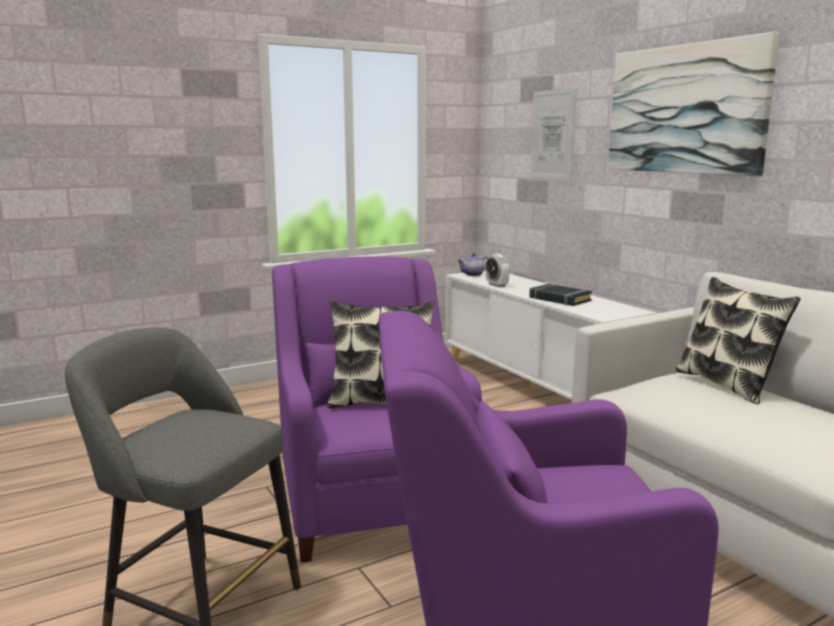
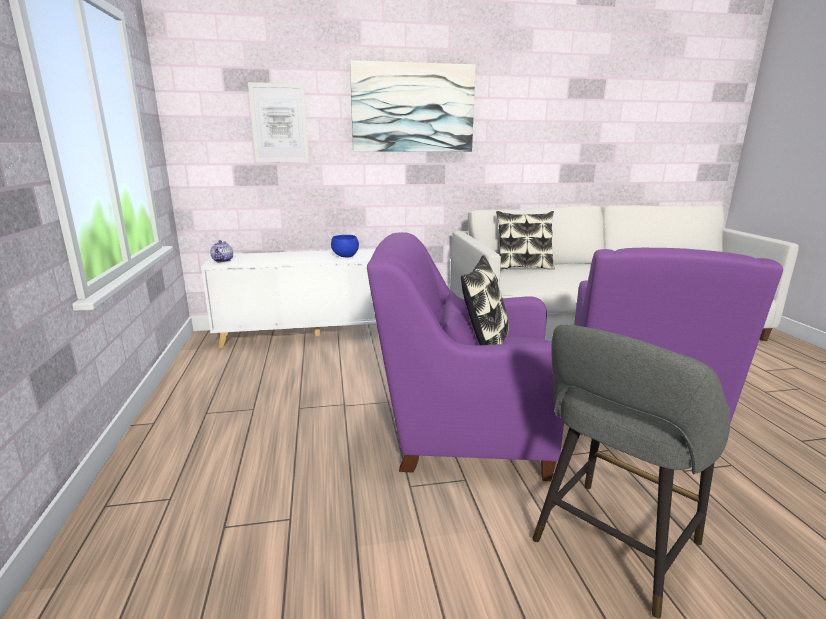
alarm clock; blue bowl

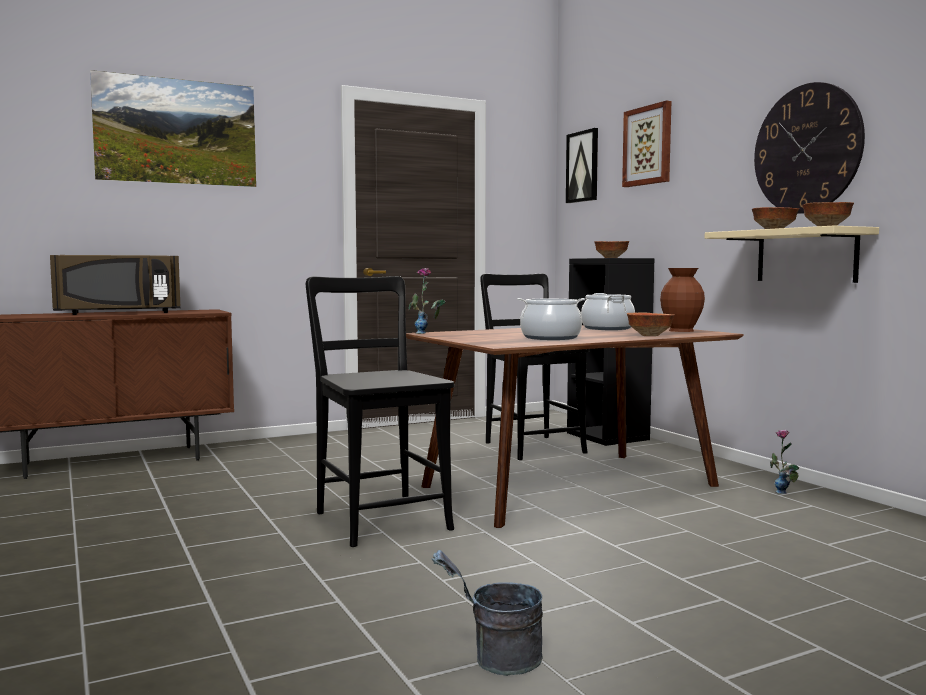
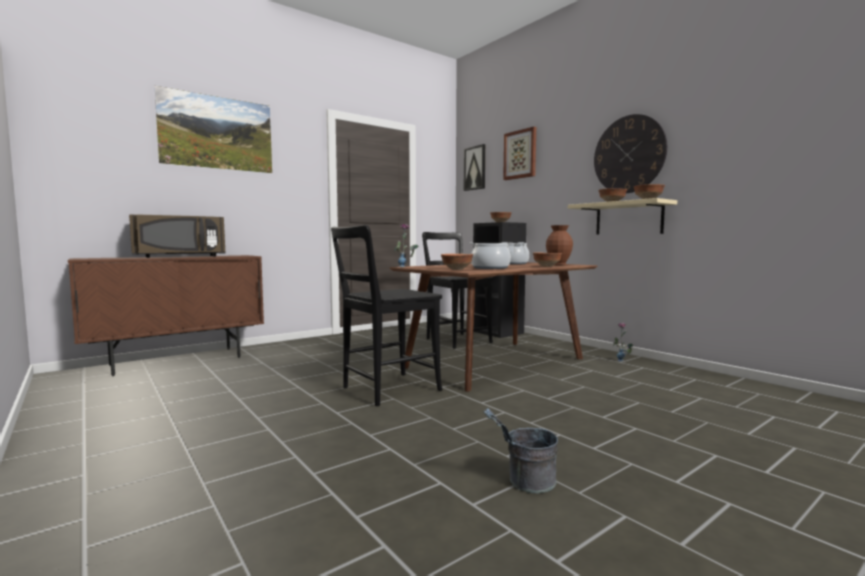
bowl (1st from left); black chair (1st from left)

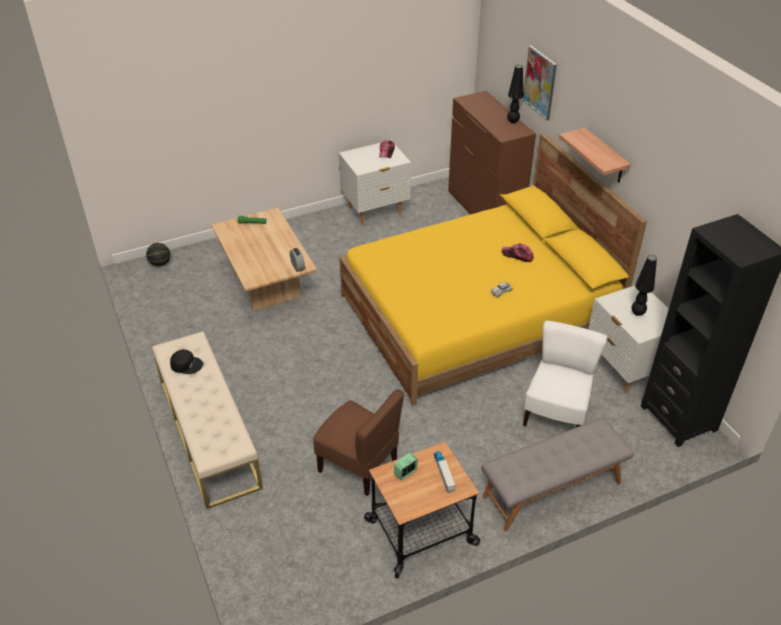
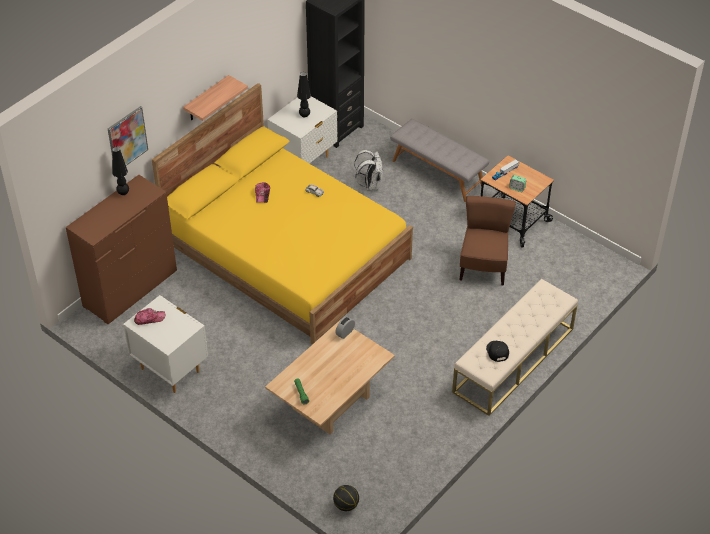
white backpack

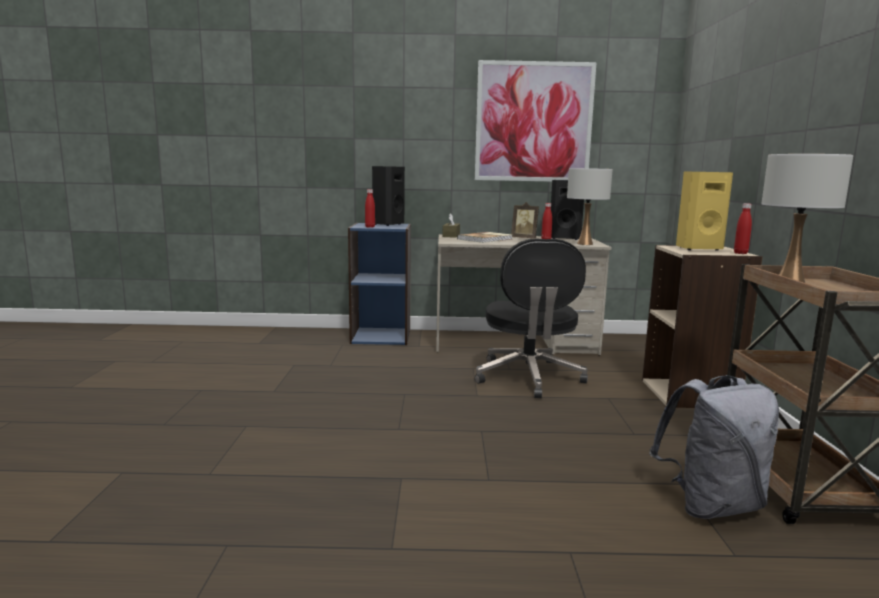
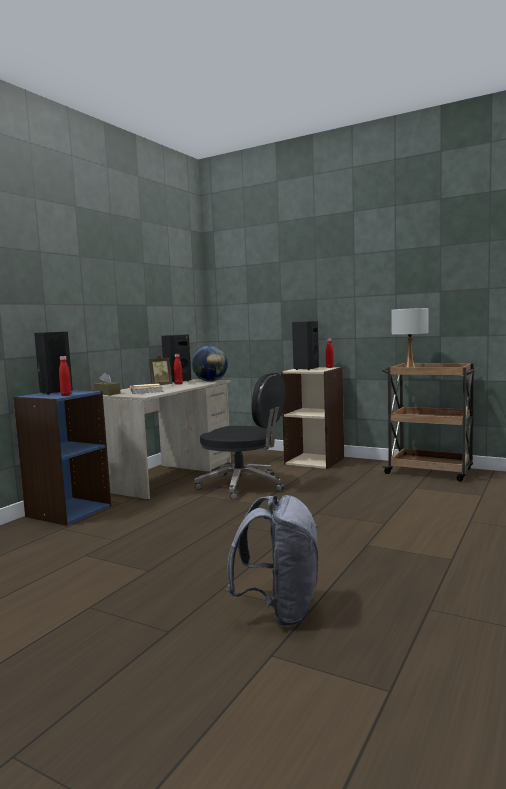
picture; grey backpack; globe; black speaker (3rd from left)

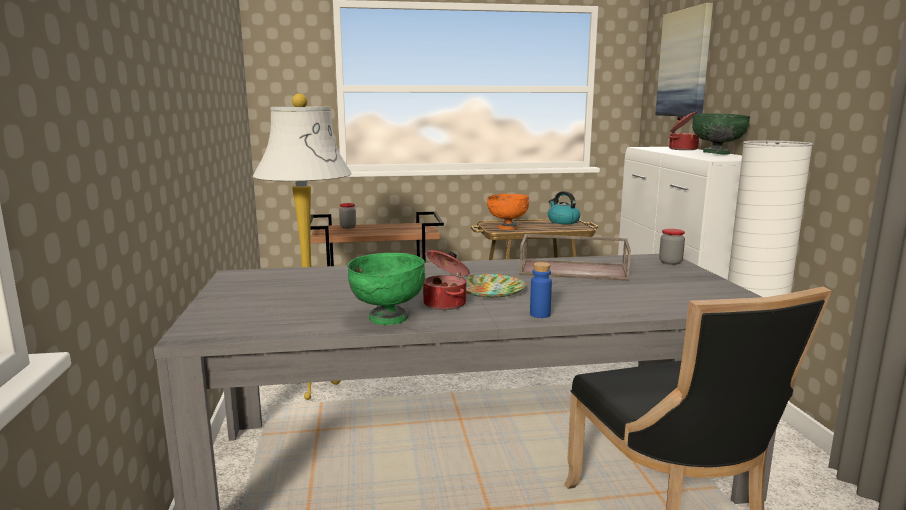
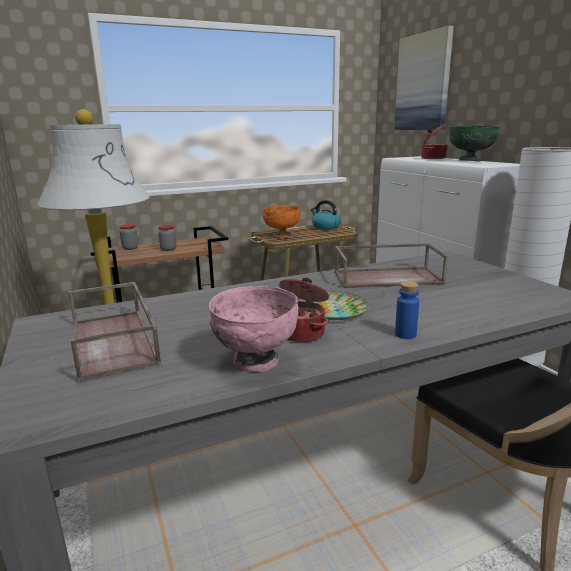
brown tray (1st from left); jar (2nd from left); pink bowl

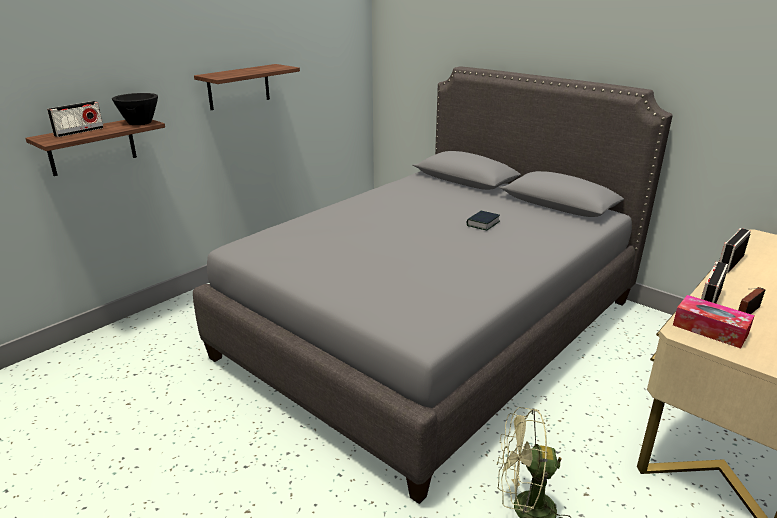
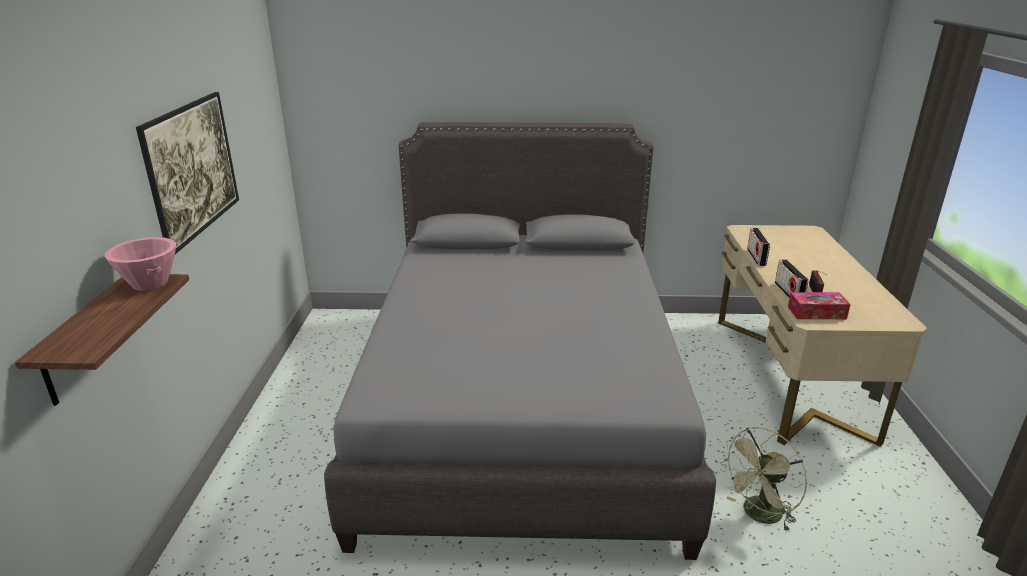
radio (1st from left in the first image); book; picture; pink bowl

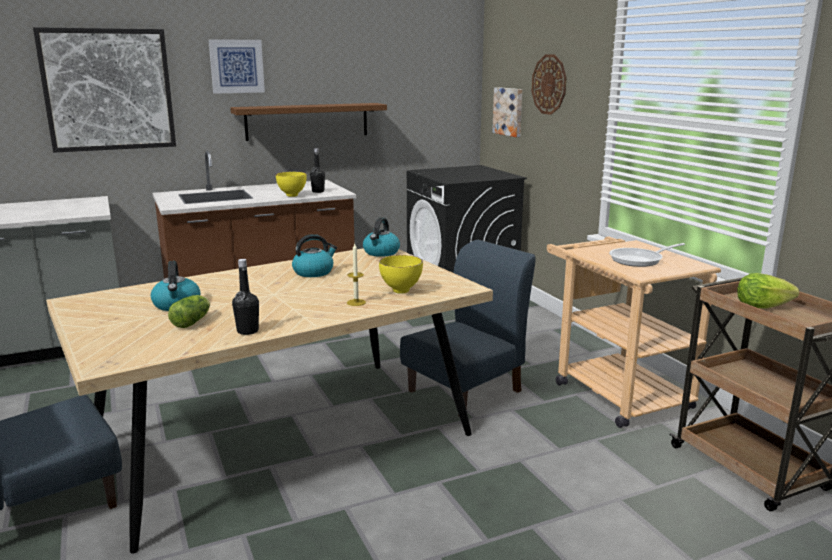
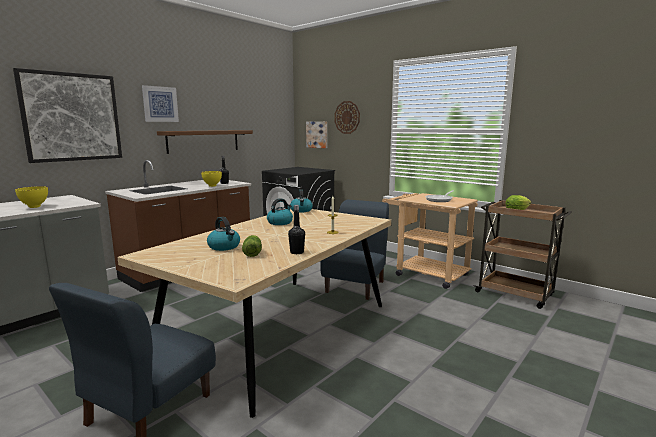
yellow bowl (1st from left)

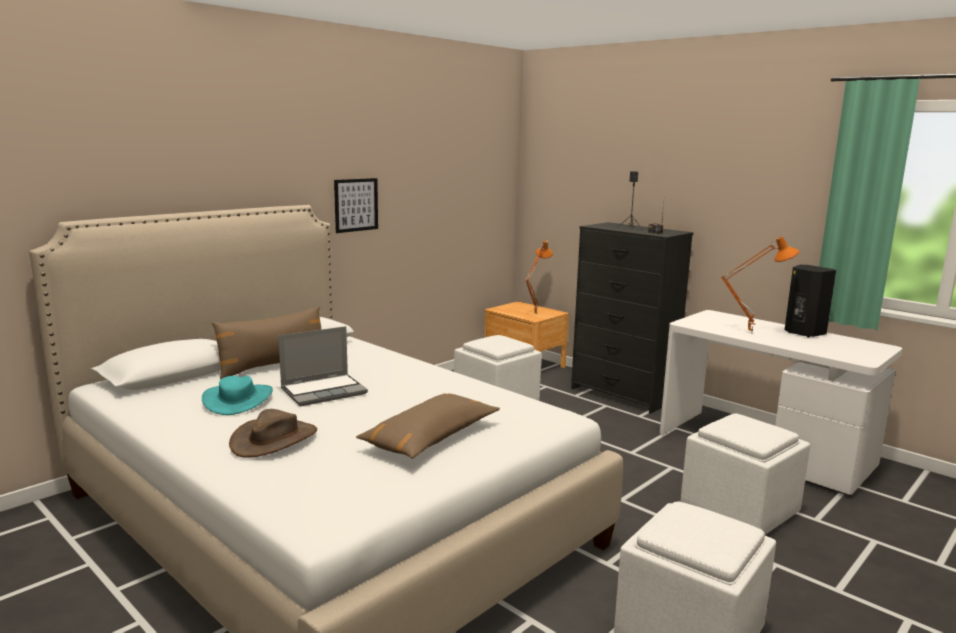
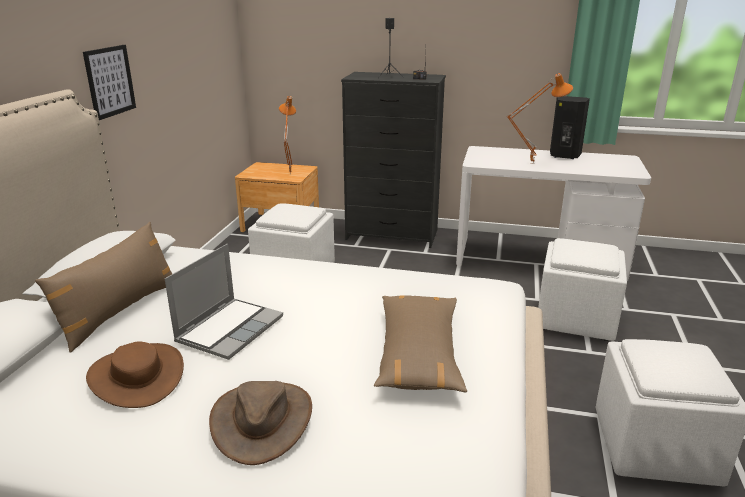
brown hat (1st from left)

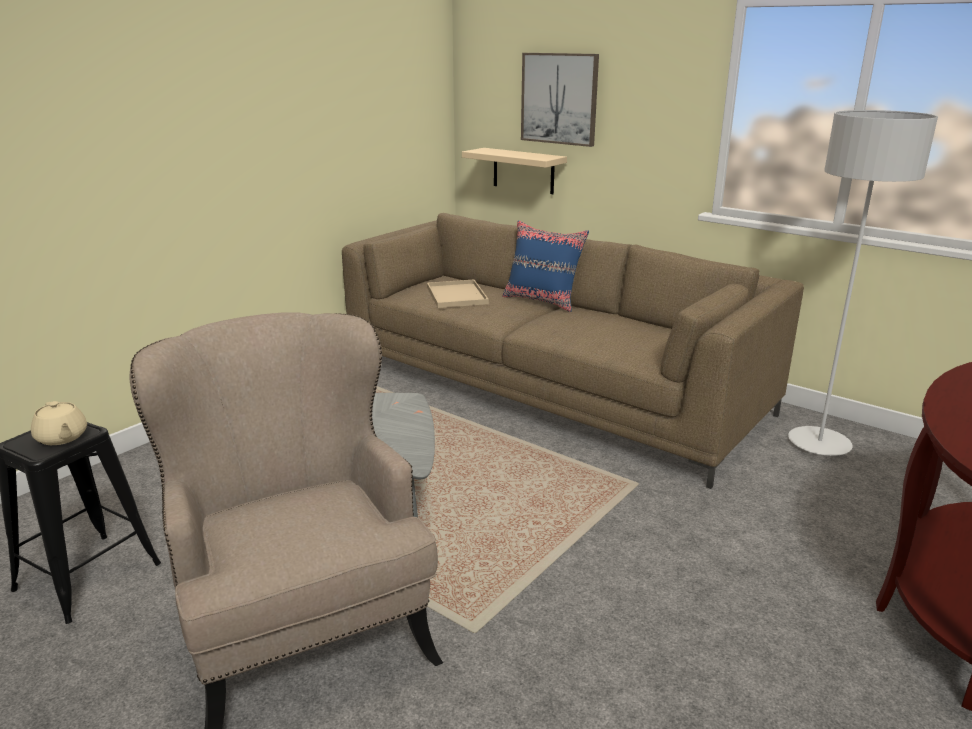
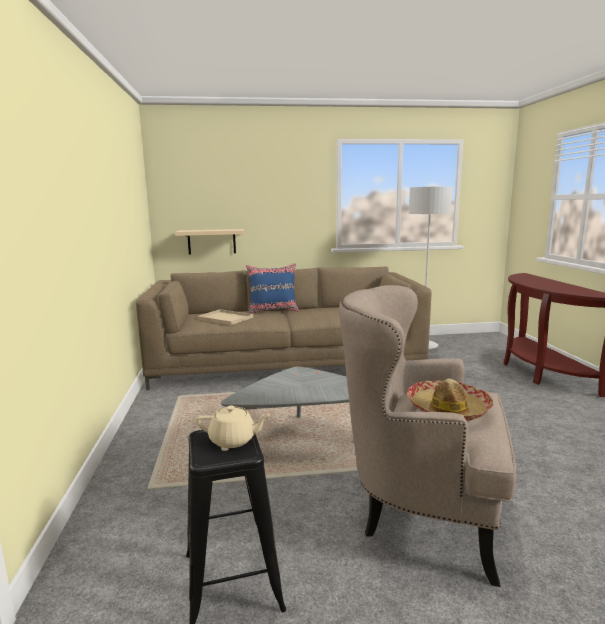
picture; hat

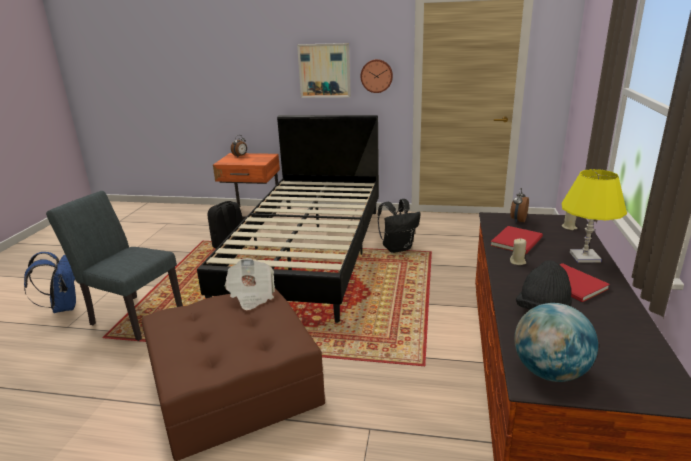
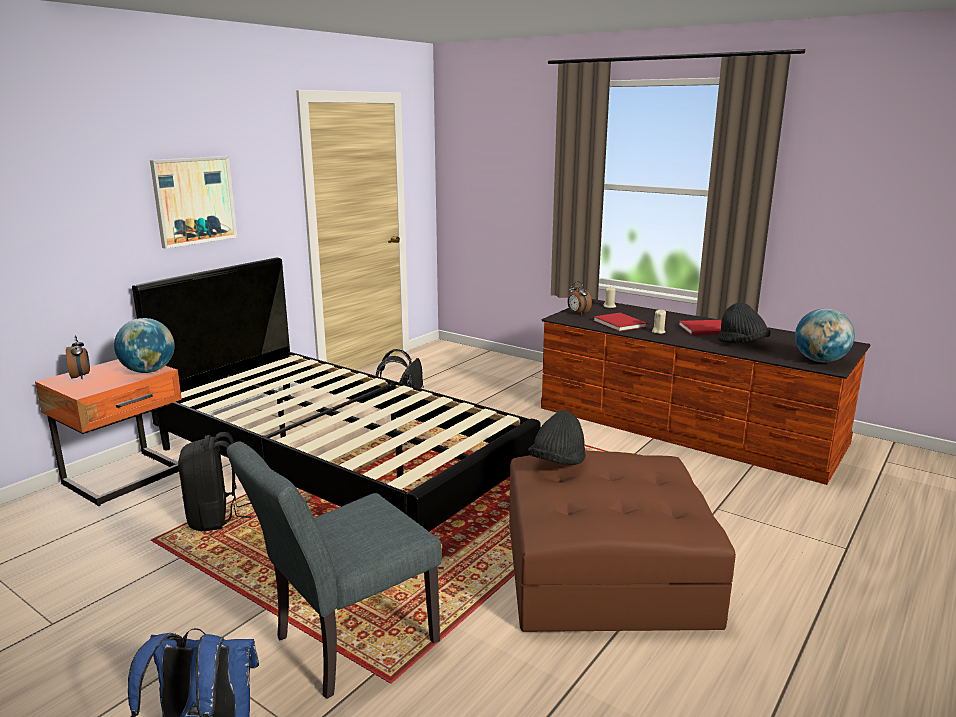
wall clock; yellow table lamp; globe (1st from left); black hat (1st from left)

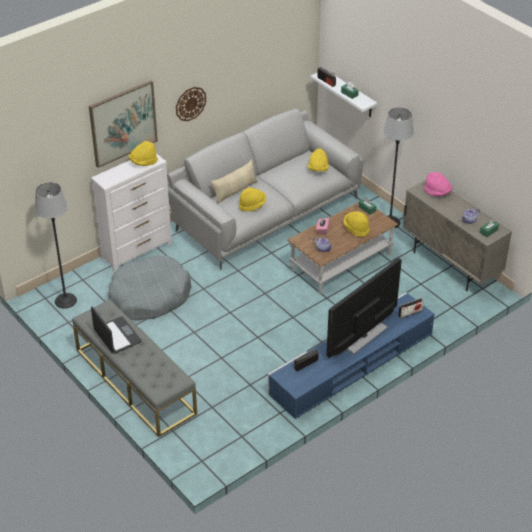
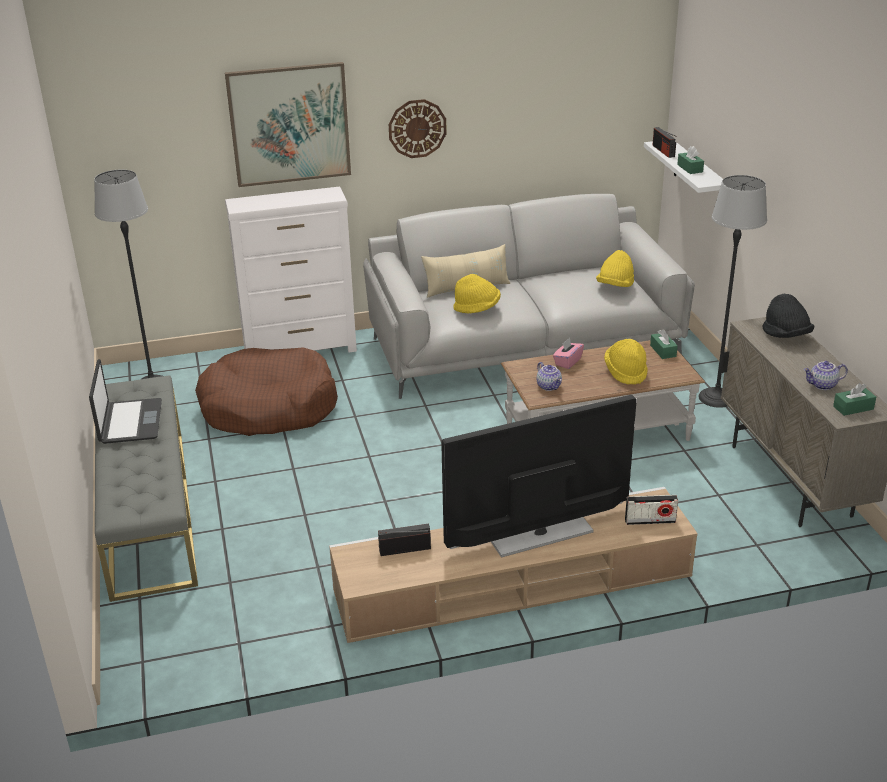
yellow hat (1st from left in the first image); brown dog bed; beige tv stand; black hat

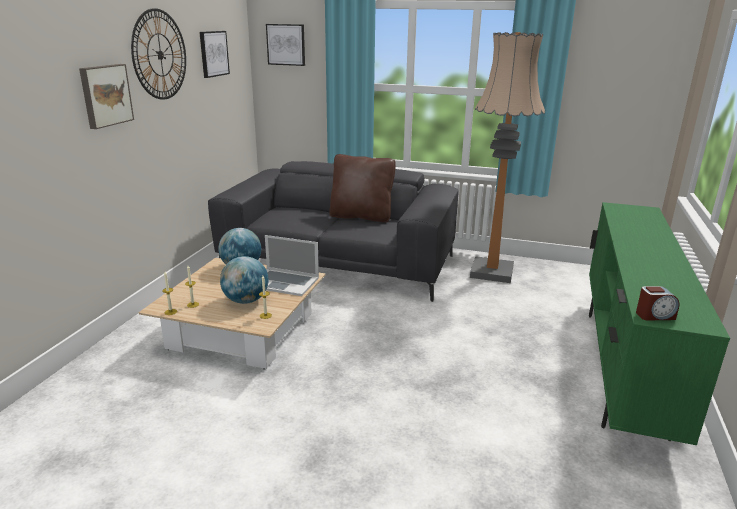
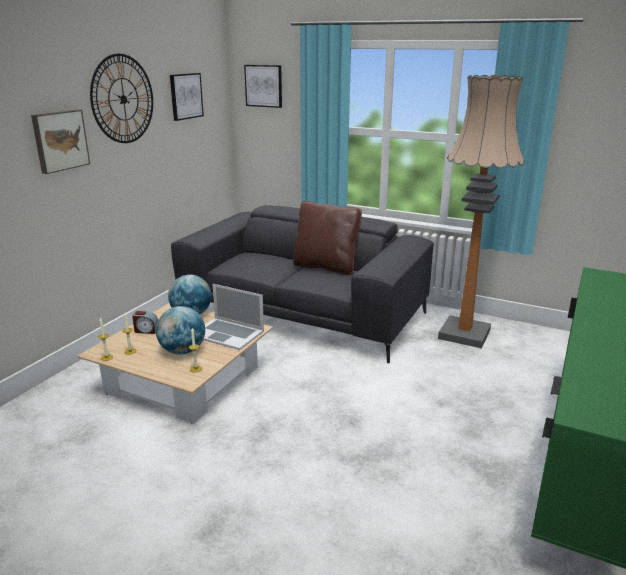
alarm clock

